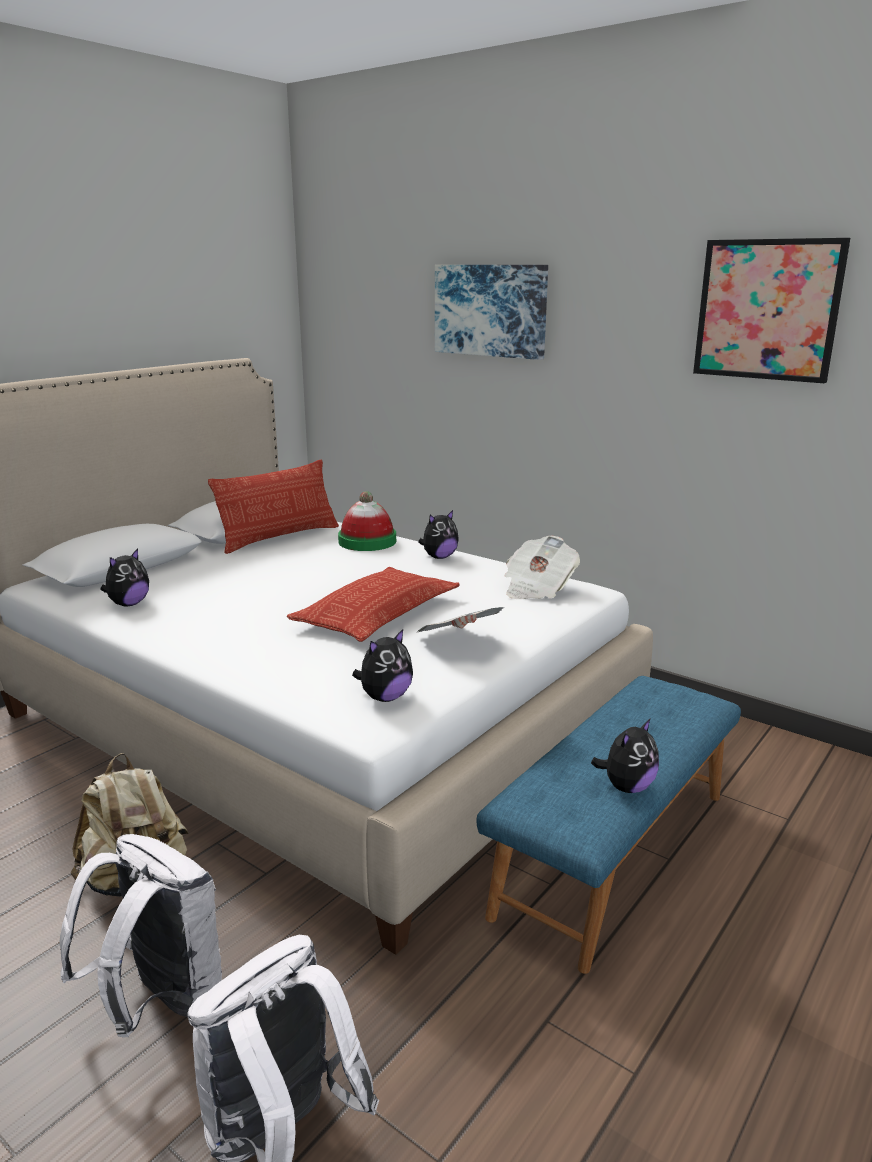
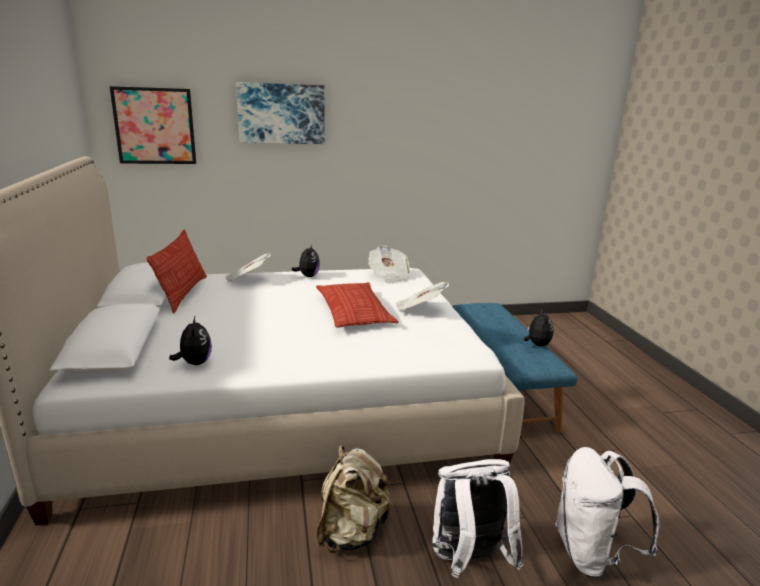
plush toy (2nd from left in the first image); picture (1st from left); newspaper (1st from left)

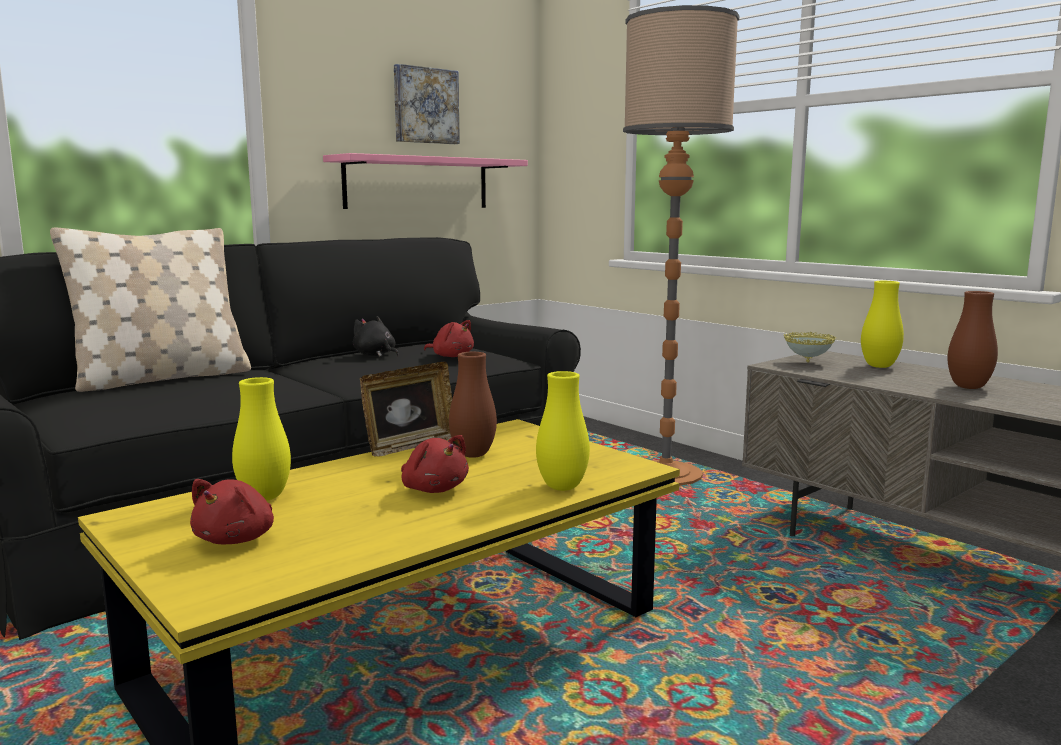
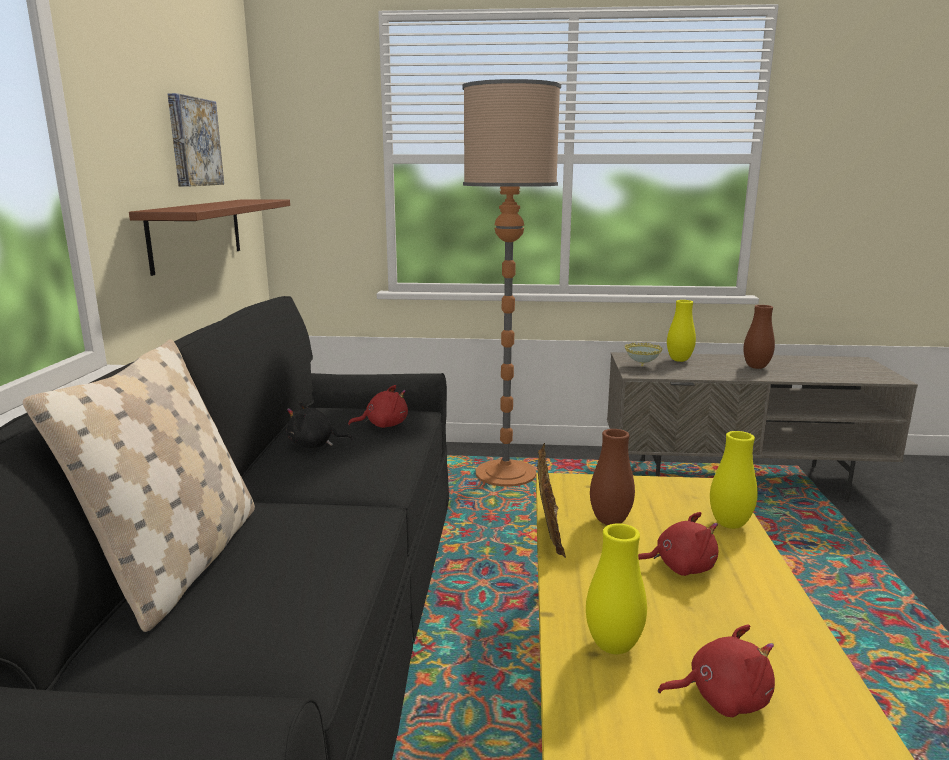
brown shelf; red plush toy (3rd from left)

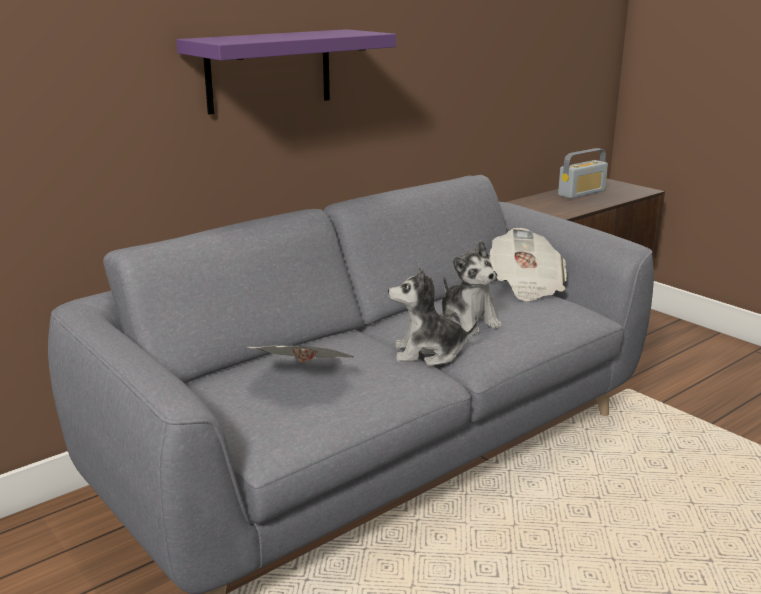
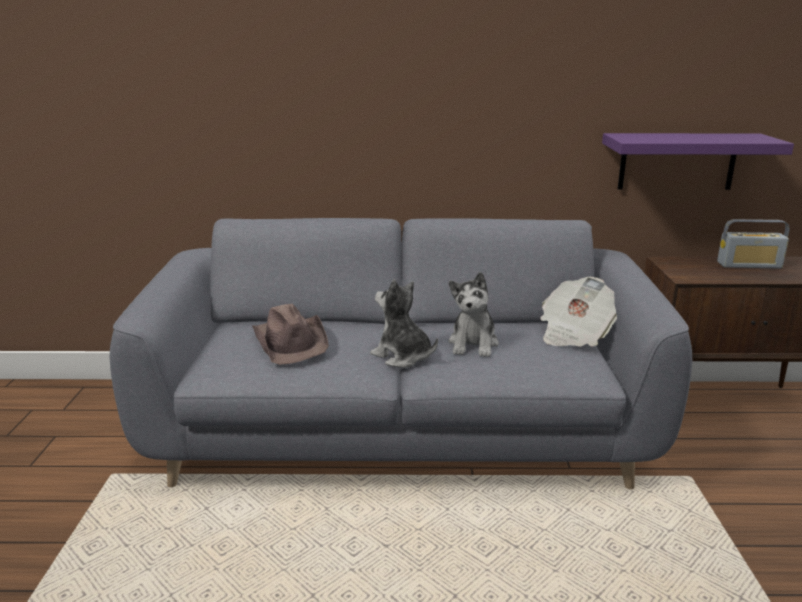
purple shelf; brown hat

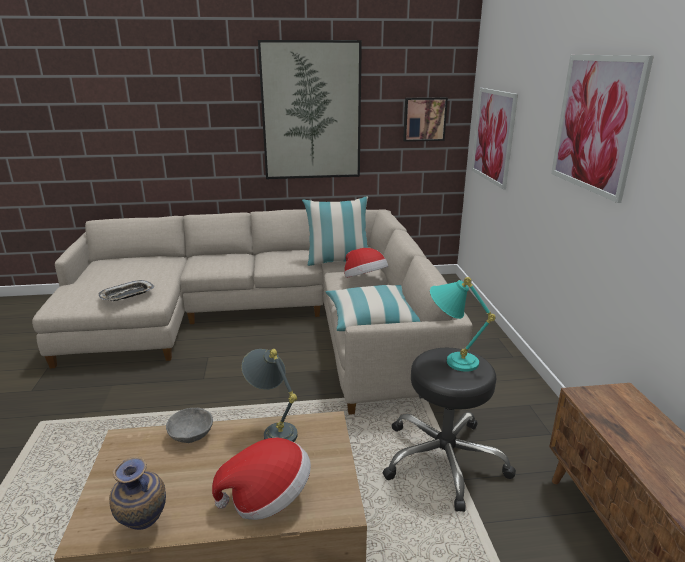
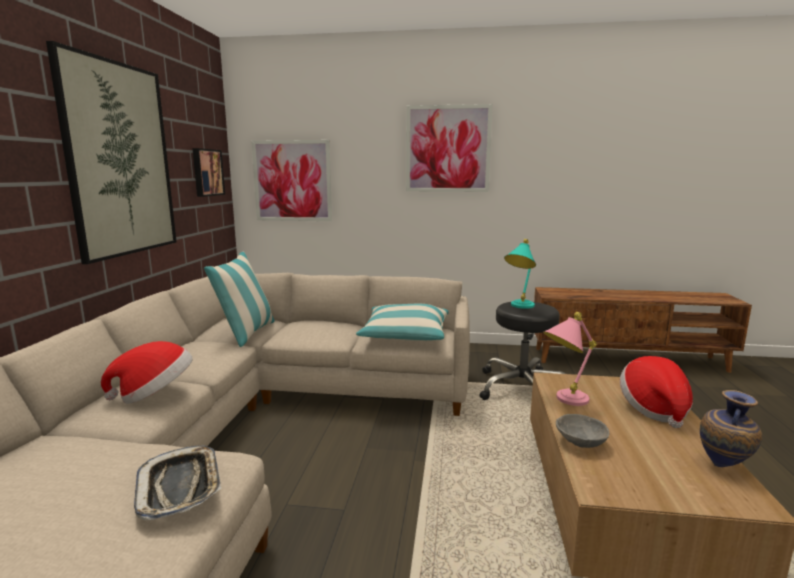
hat (1st from left); pink table lamp

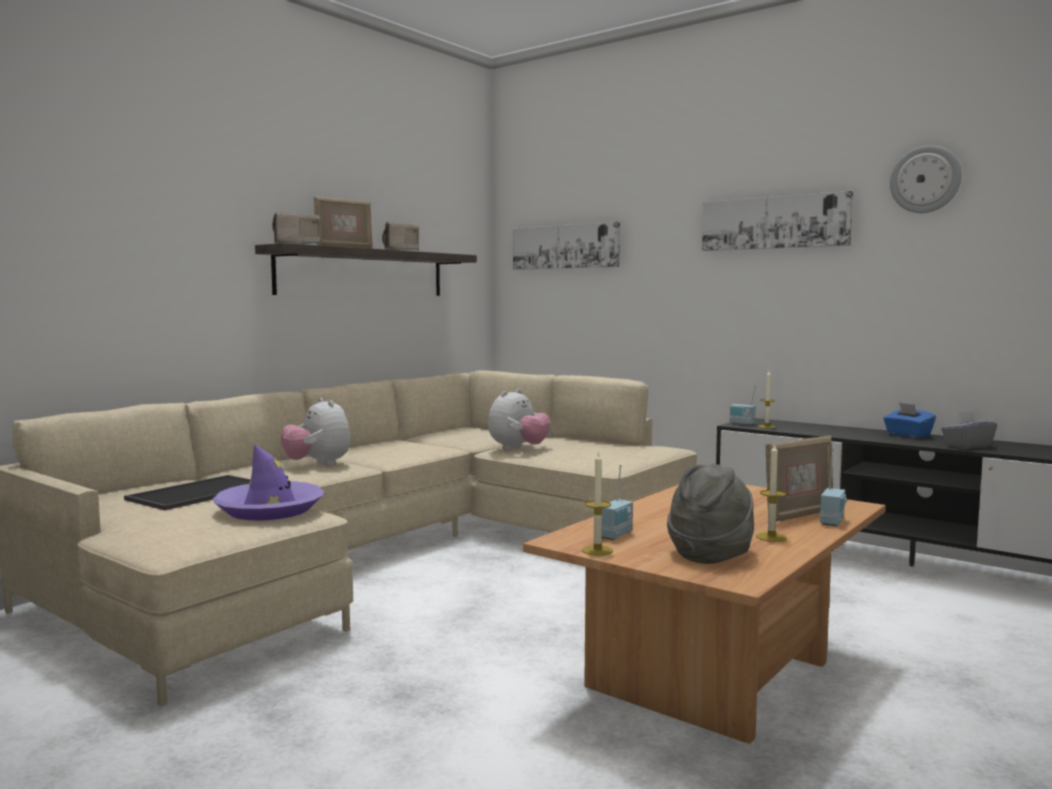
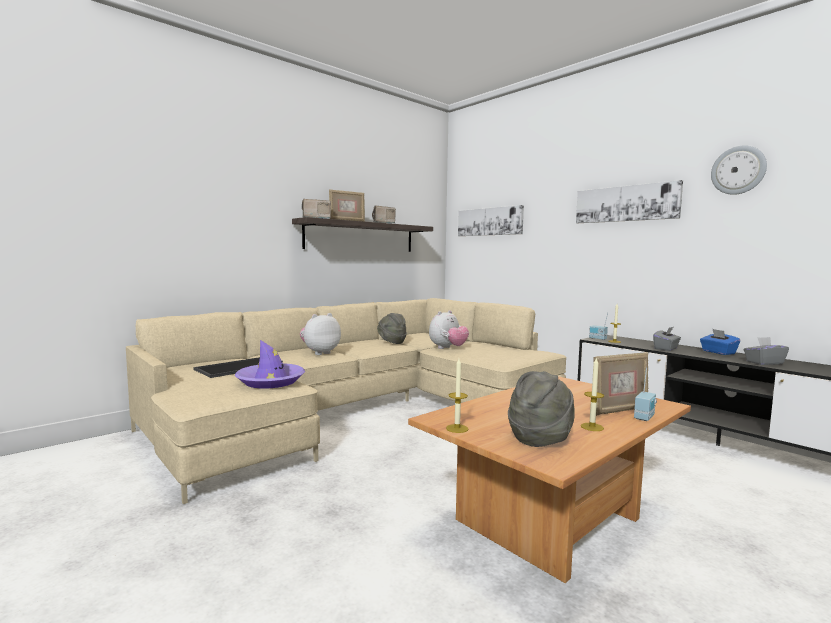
radio (3rd from left in the first image); grey hat (1st from left); grey tissue box (1st from left); plush toy (1st from left)

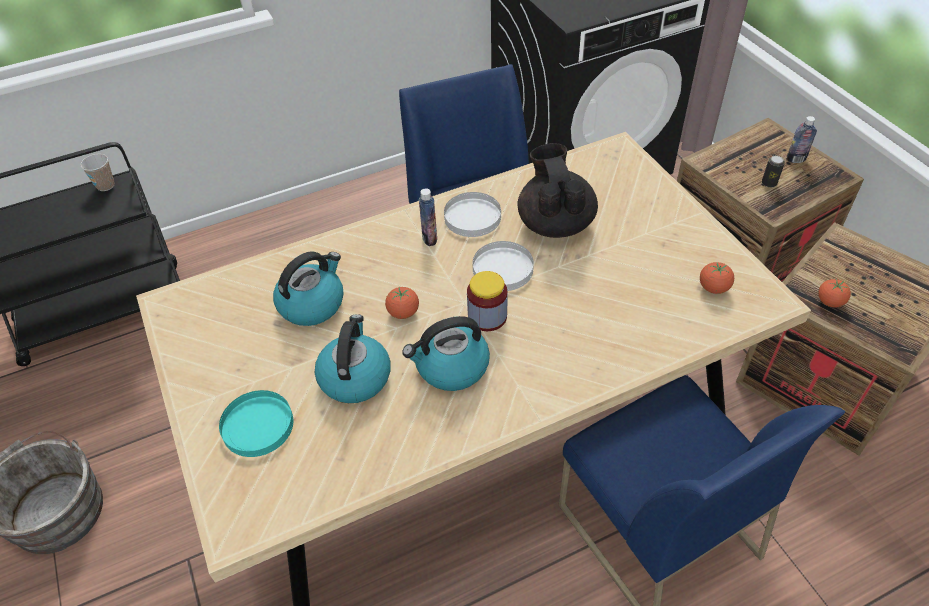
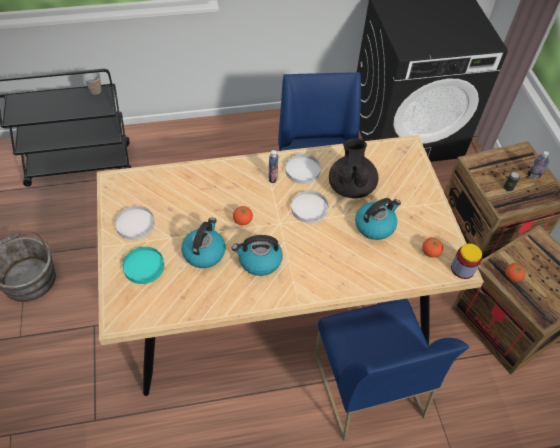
white plate (1st from left); kettle (3rd from left); jar

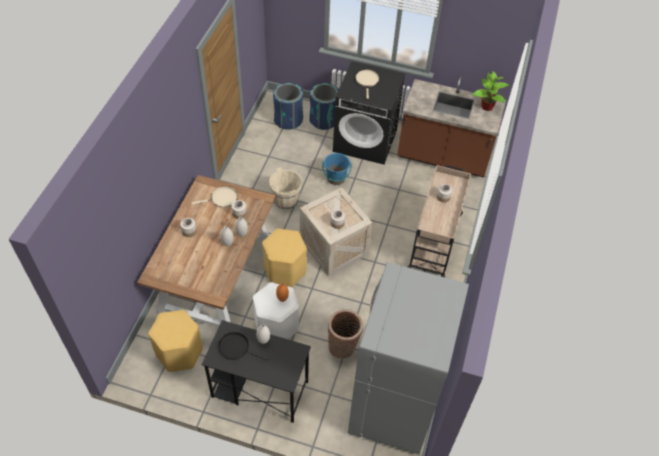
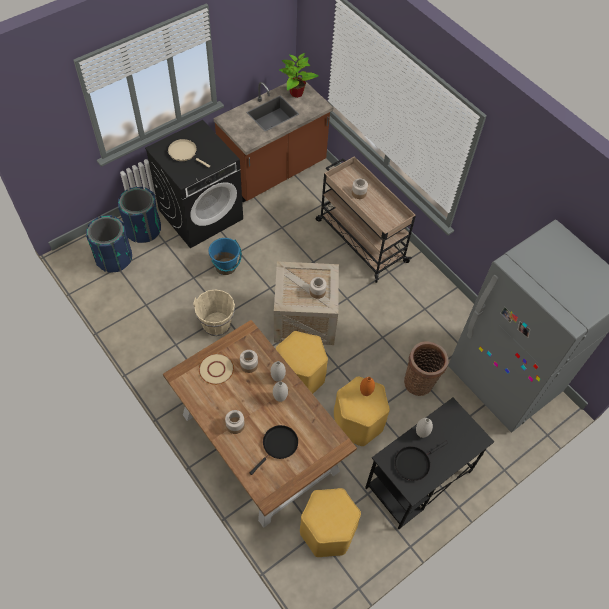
black frying pan (1st from left); beige plate; yellow stool (3rd from left)

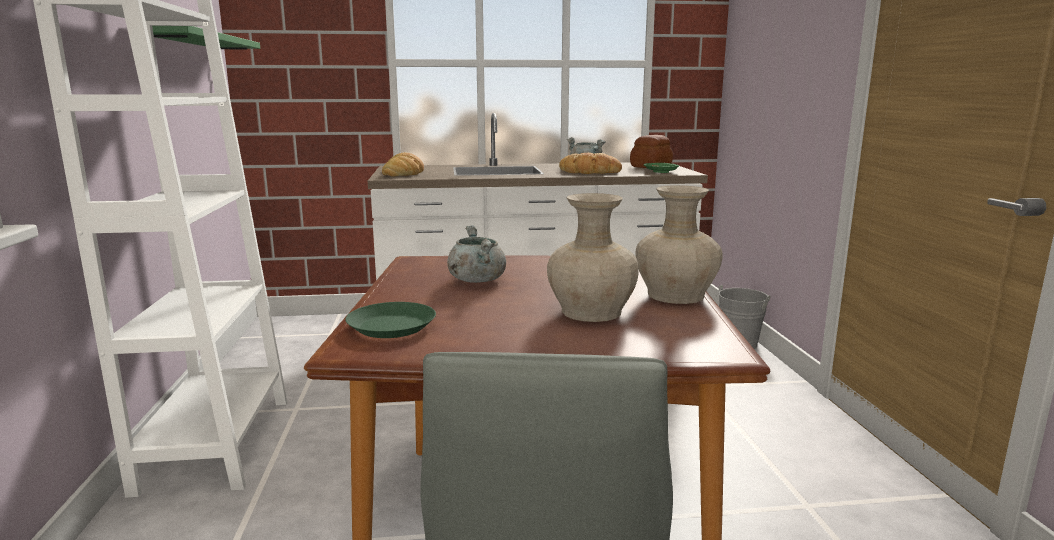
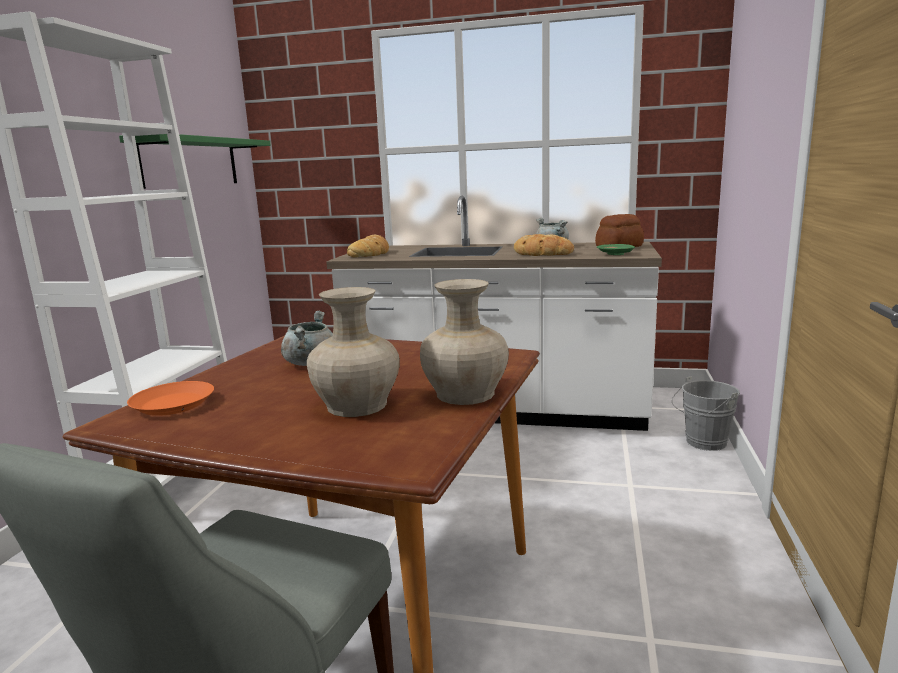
orange plate

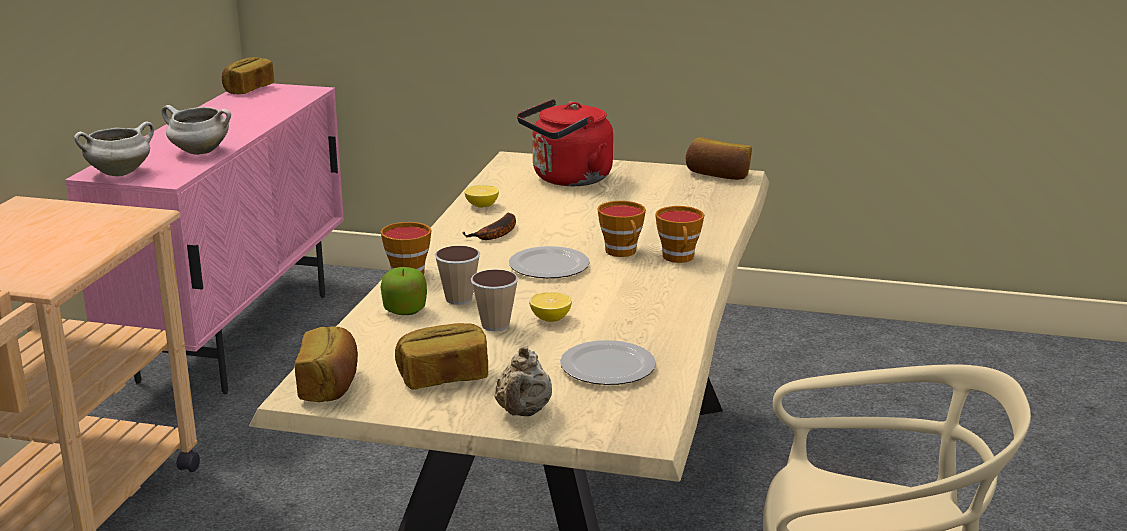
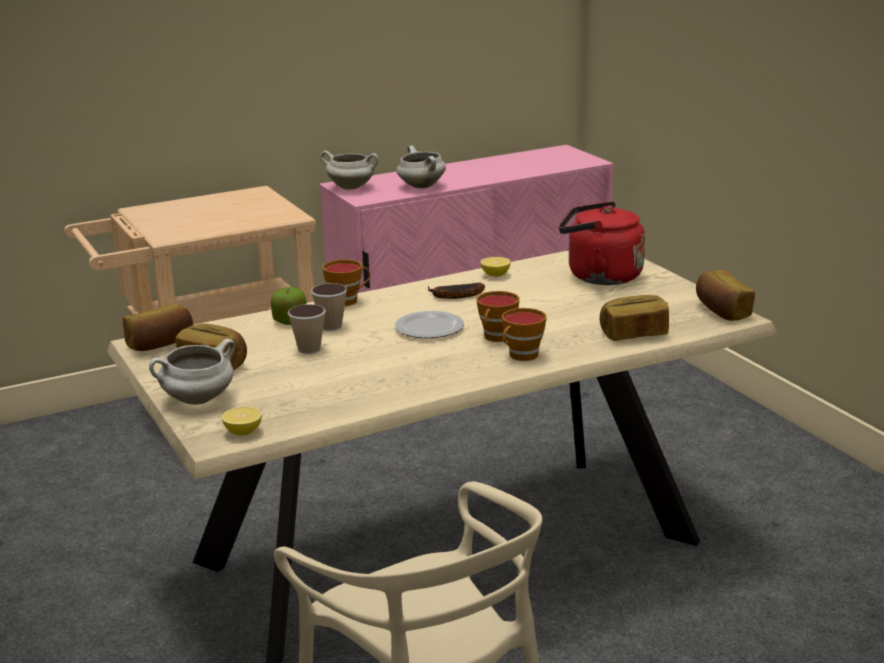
plate (2nd from left in the first image); bread (3rd from left); lemon (1st from left); white cooking pot (1st from left)

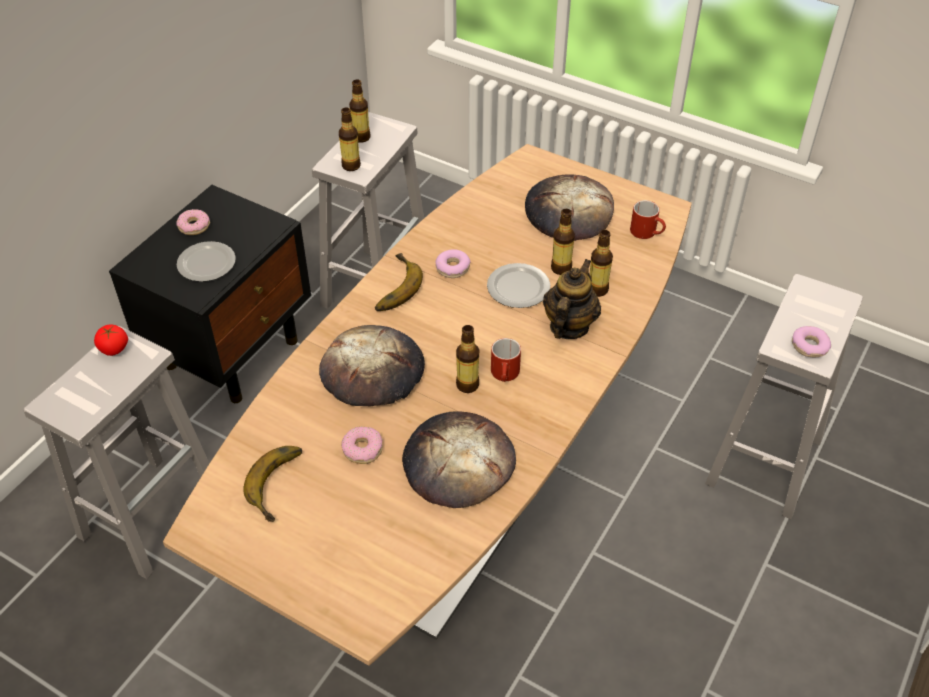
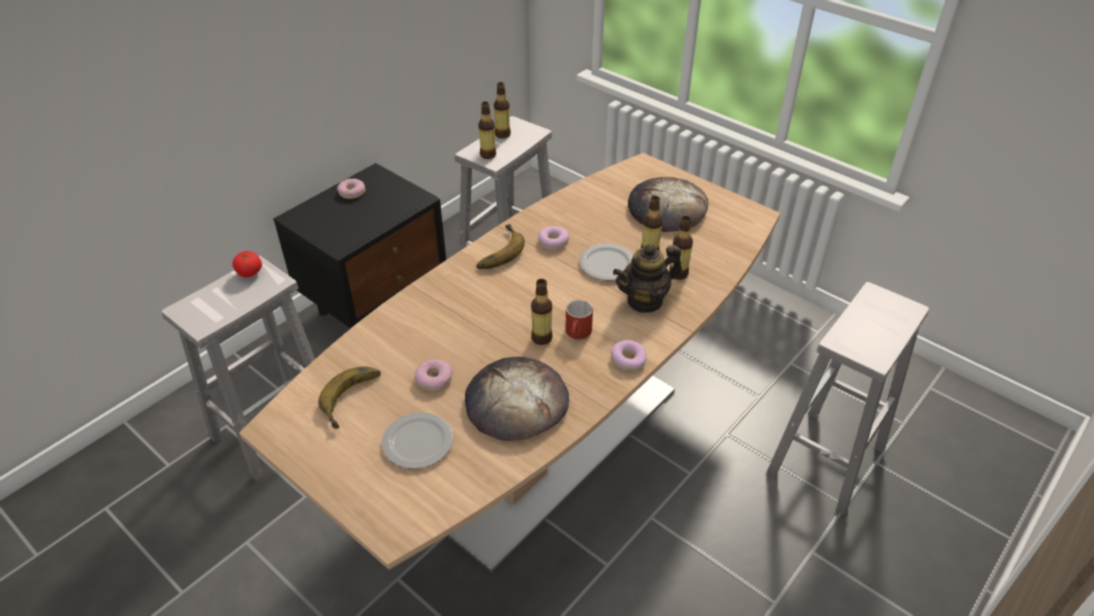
bread (1st from left in the first image); red mug (2nd from left in the first image); plate (1st from left); donut (4th from left); teapot

